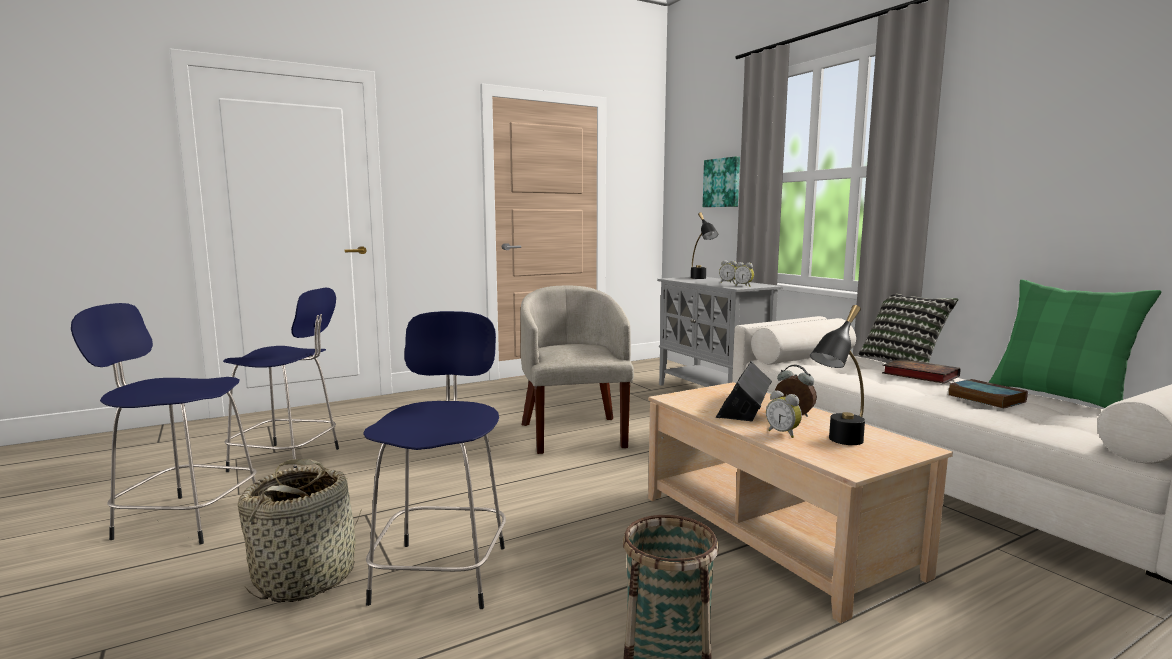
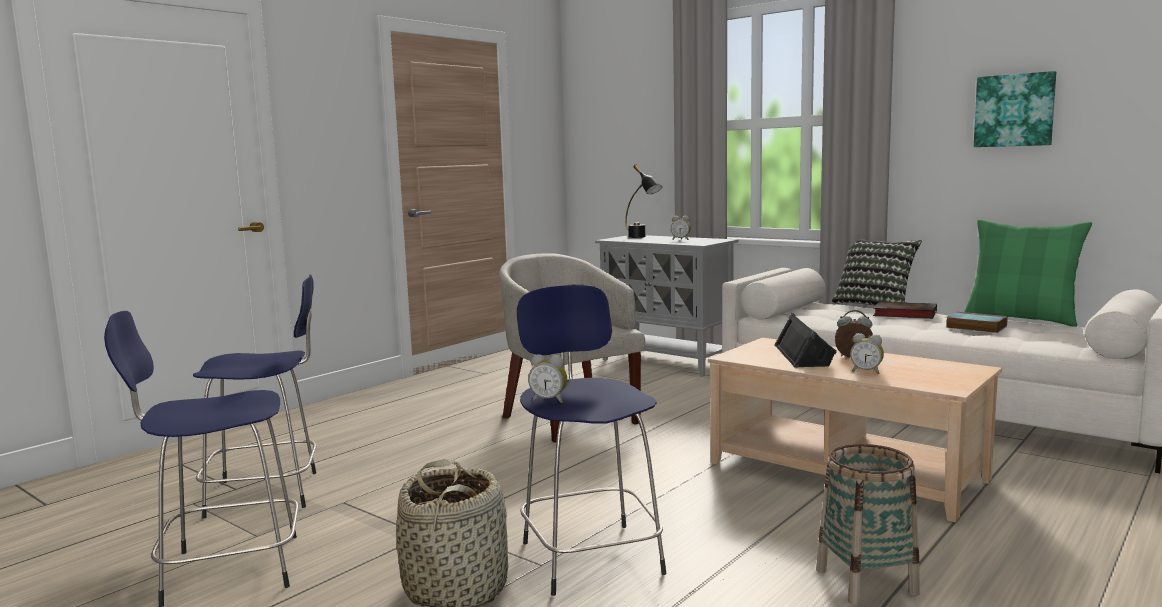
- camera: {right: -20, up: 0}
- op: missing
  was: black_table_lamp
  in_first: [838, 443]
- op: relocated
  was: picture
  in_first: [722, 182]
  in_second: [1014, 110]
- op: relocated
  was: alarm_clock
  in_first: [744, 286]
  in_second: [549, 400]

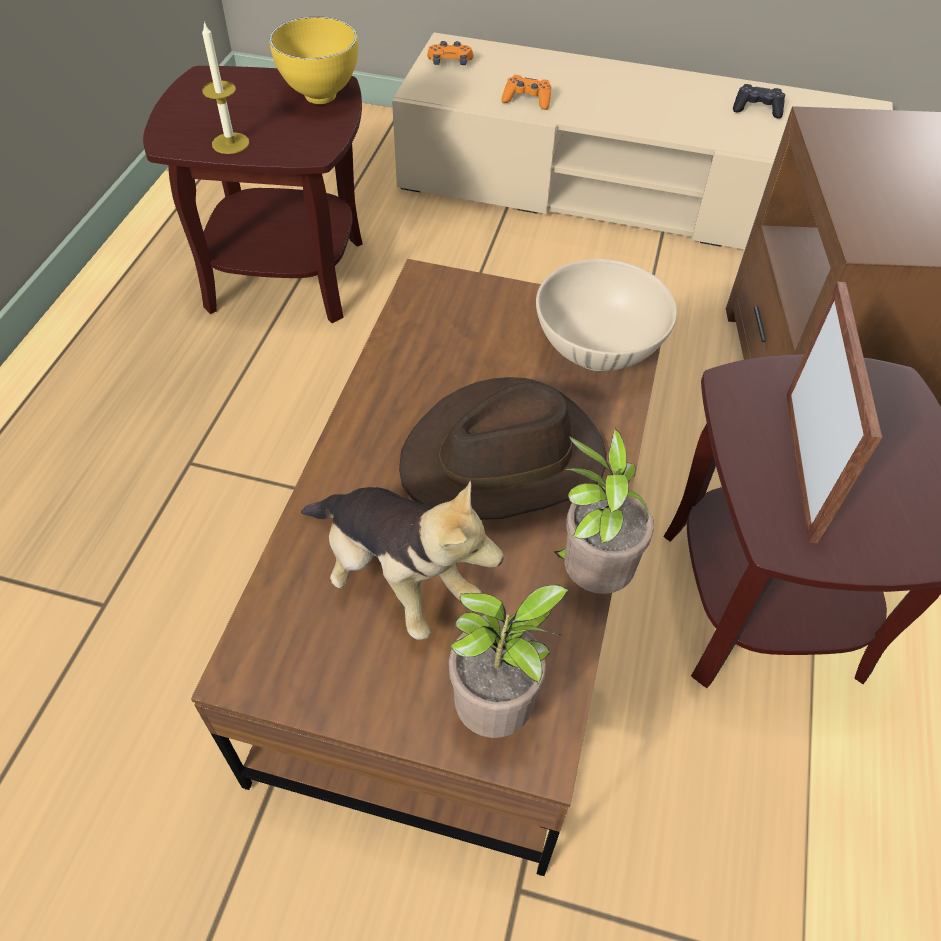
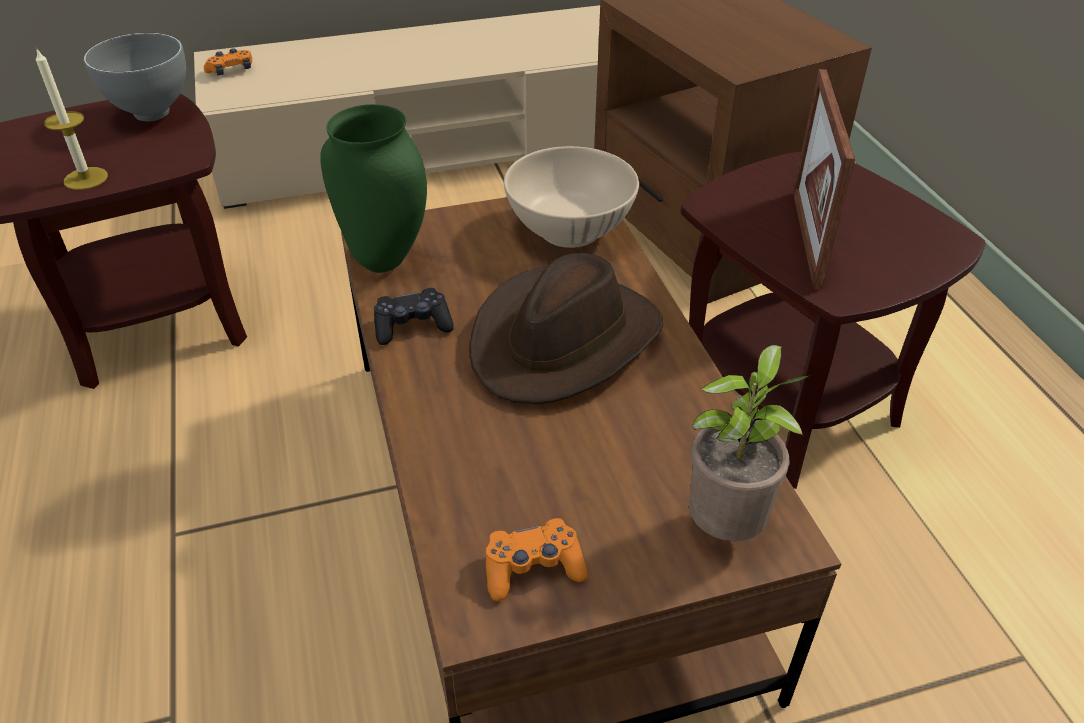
- camera: {right: -30, up: -10}
- op: missing
  was: plush_toy
  in_first: [395, 577]
- op: missing
  was: potted_plant
  in_first: [591, 575]
- op: appeared
  now: green_vase
  in_second: [387, 259]
- op: relocated
  was: orange_game_controller
  in_first: [527, 100]
  in_second: [533, 568]
- op: relocated
  was: black_game_controller
  in_first: [757, 109]
  in_second: [412, 326]
- op: colour
  was: yellow_bowl
  now: grey_bowl
  in_first: [319, 98]
  in_second: [152, 116]
- op: spun
  was: picture_frame
  in_first: [801, 464]
  in_second: [806, 237]
  clockwise: -150

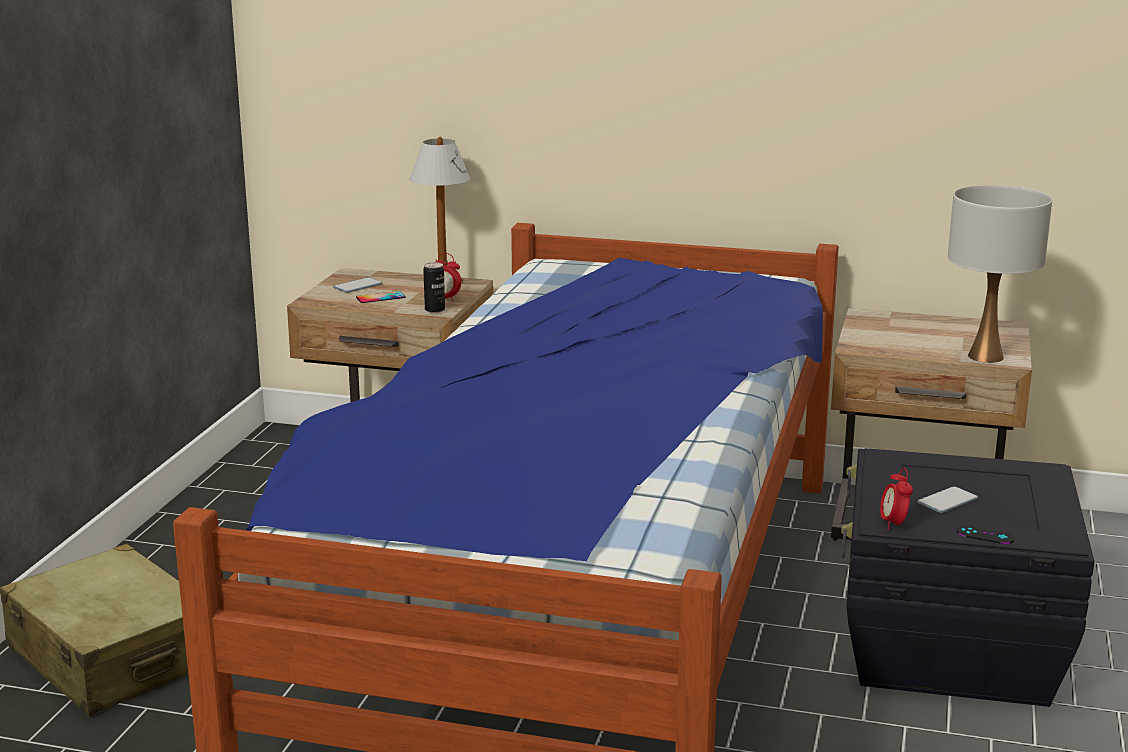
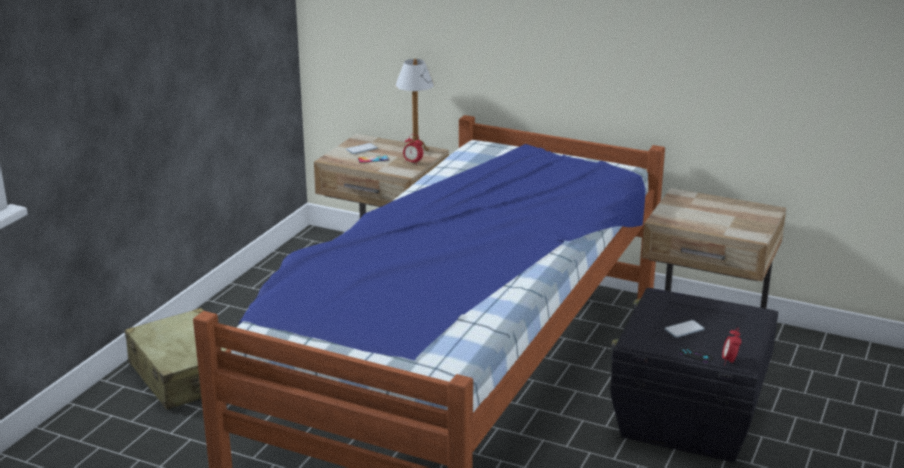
- camera: {right: 10, up: 5}
- op: missing
  was: can
  in_first: [434, 310]
- op: missing
  was: white_table_lamp
  in_first: [985, 356]
- op: relocated
  was: alarm_clock
  in_first: [893, 524]
  in_second: [729, 361]

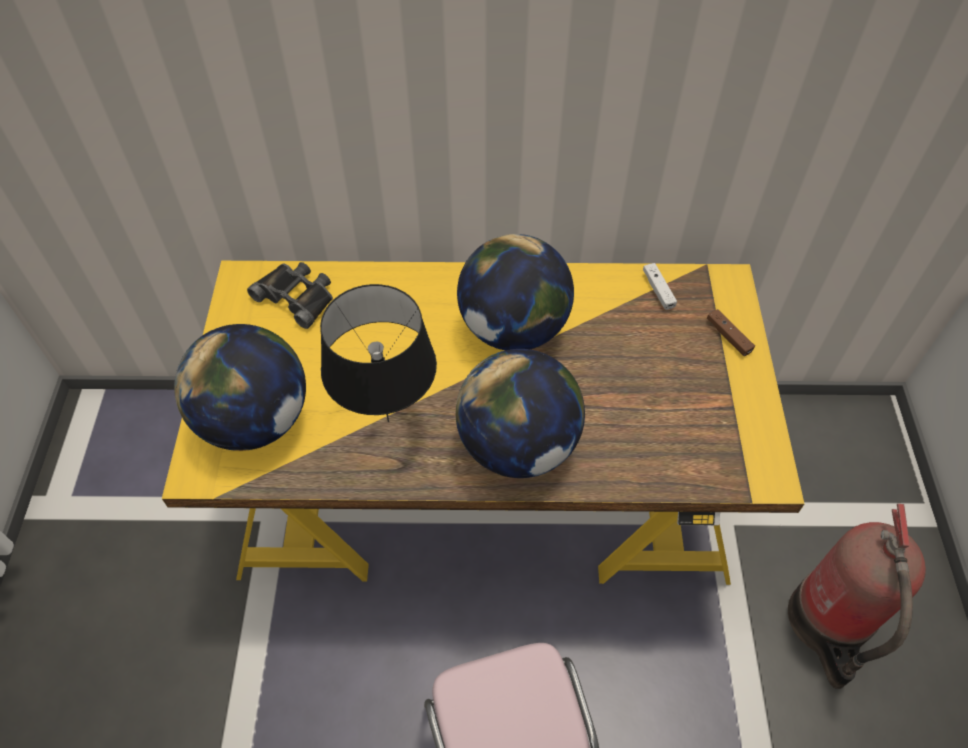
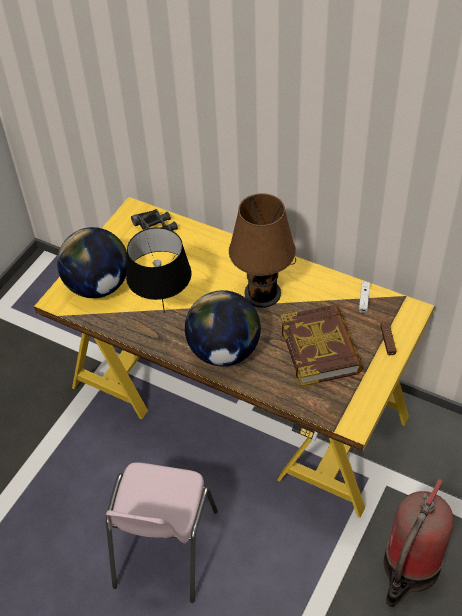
- camera: {right: 30, up: -5}
- op: appeared
  now: book
  in_second: [320, 349]
- op: exchanged
  was: globe
  now: brown_table_lamp
  in_first: [513, 329]
  in_second: [263, 290]

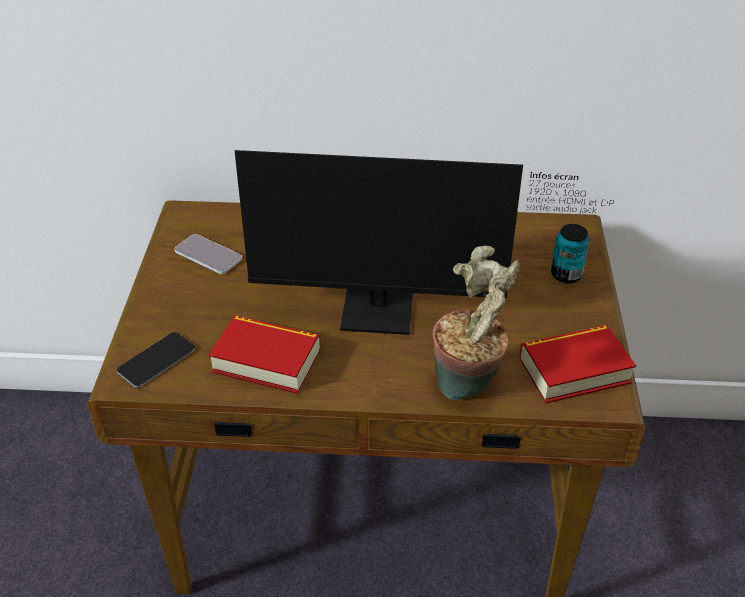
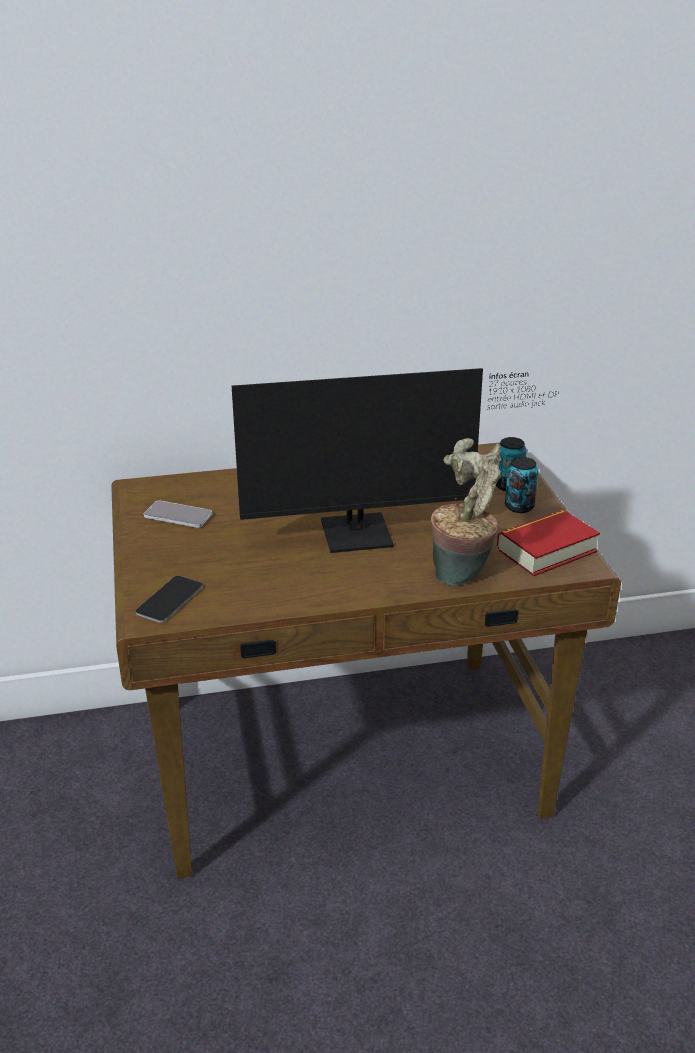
- camera: {right: -15, up: -10}
- op: missing
  was: book
  in_first: [267, 360]
- op: appeared
  now: can
  in_second: [519, 506]

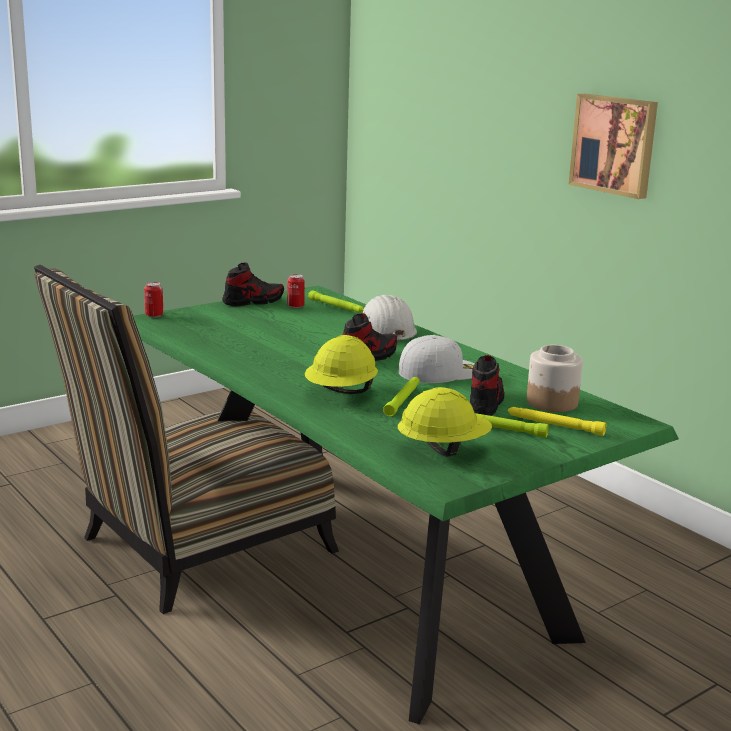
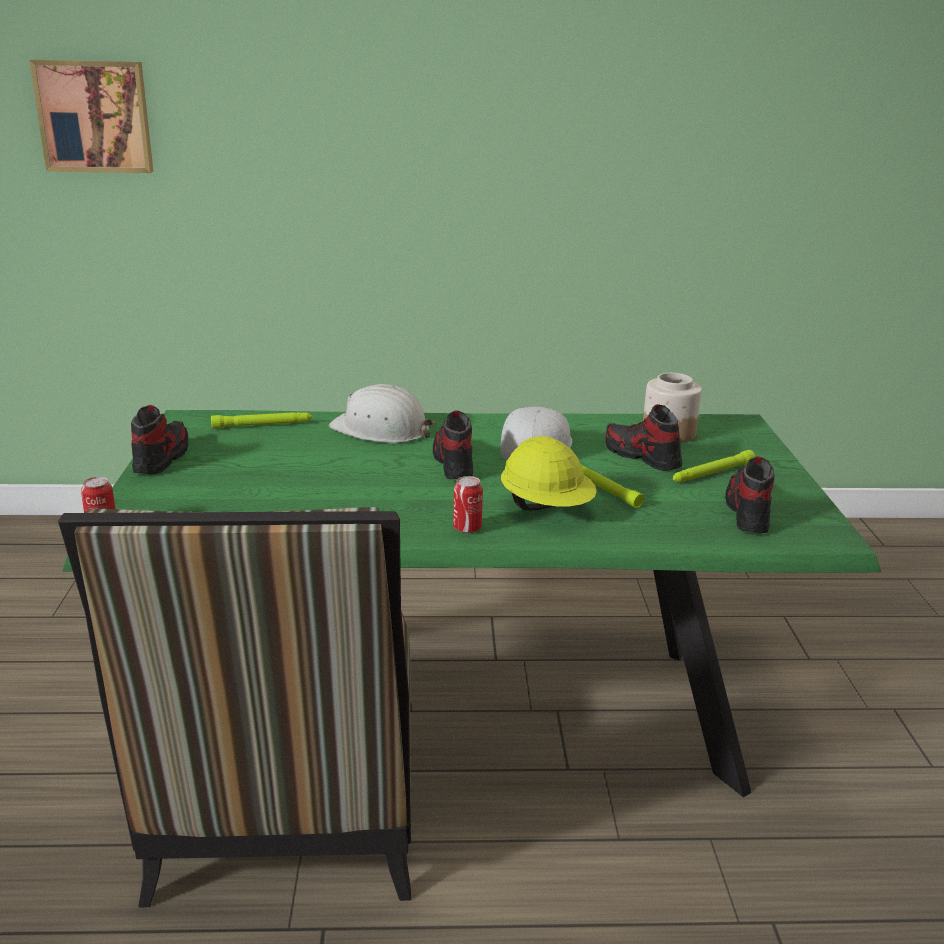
- camera: {right: -55, up: 5}
- op: missing
  was: yellow_flashlight
  in_first: [554, 425]
- op: relocated
  was: can
  in_first: [295, 306]
  in_second: [467, 528]
- op: relocated
  was: picture
  in_first: [614, 144]
  in_second: [95, 116]
- op: exchanged
  was: yellow_hard_hat
  now: shoe
  in_first: [443, 449]
  in_second: [747, 512]

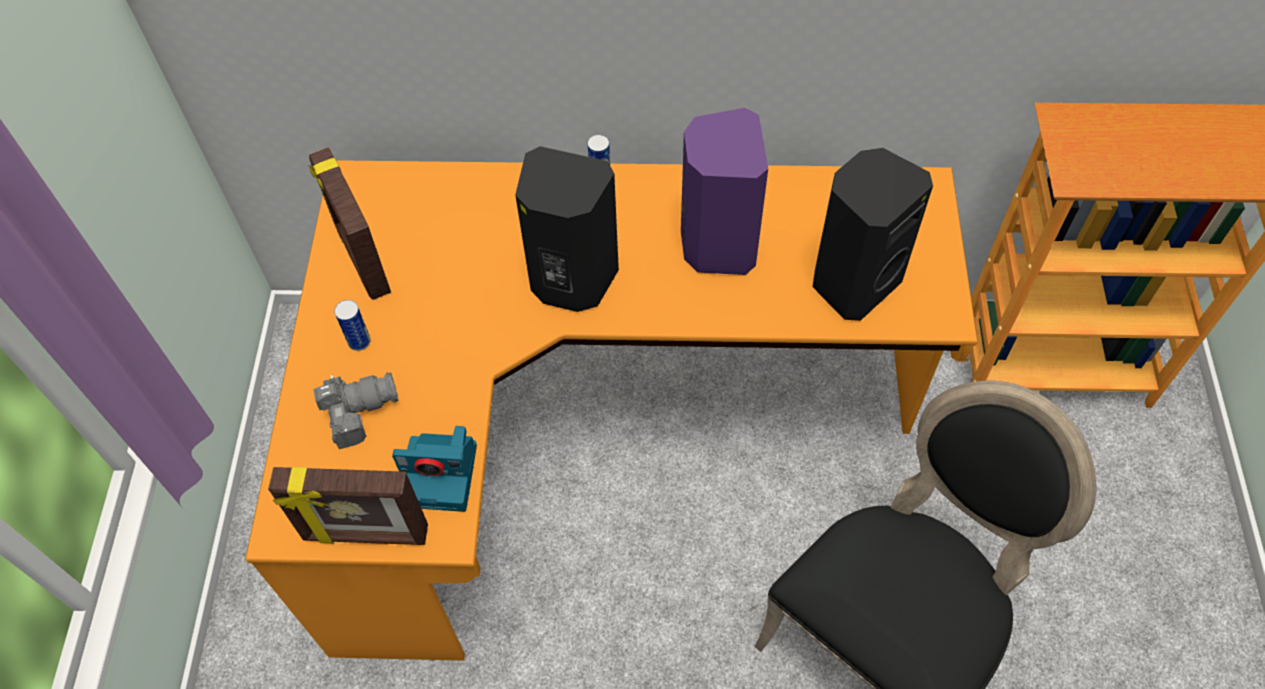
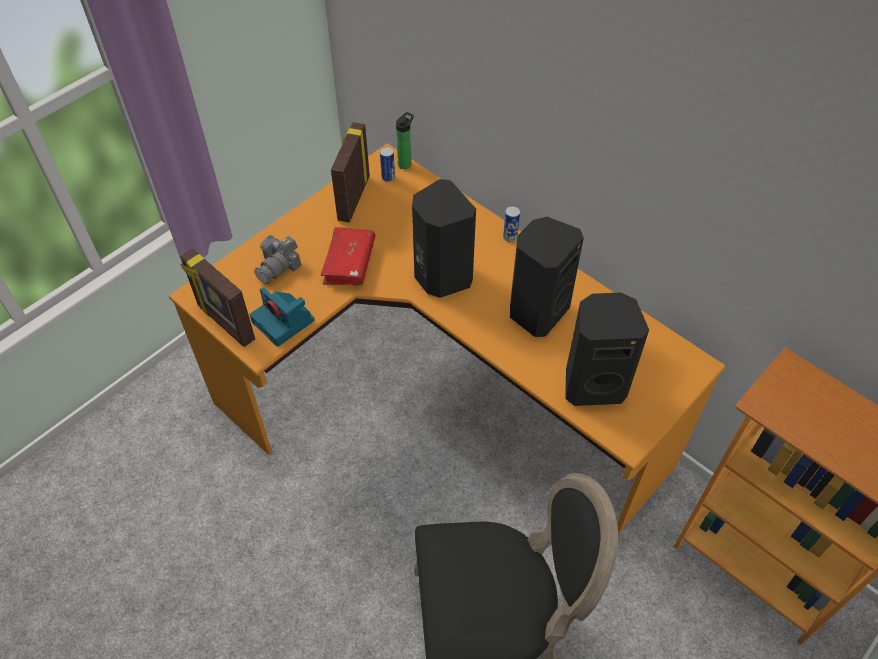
- camera: {right: 40, up: -5}
- op: appeared
  now: red_book
  in_second: [349, 263]
- op: appeared
  now: bottle
  in_second: [406, 163]
- op: relocated
  was: can
  in_first: [359, 341]
  in_second: [388, 178]
- op: colour
  was: purple_speaker
  now: black_speaker
  in_first: [716, 244]
  in_second: [537, 311]
- op: spun
  was: photo_camera
  in_first: [357, 411]
  in_second: [279, 266]
  clockwise: 105

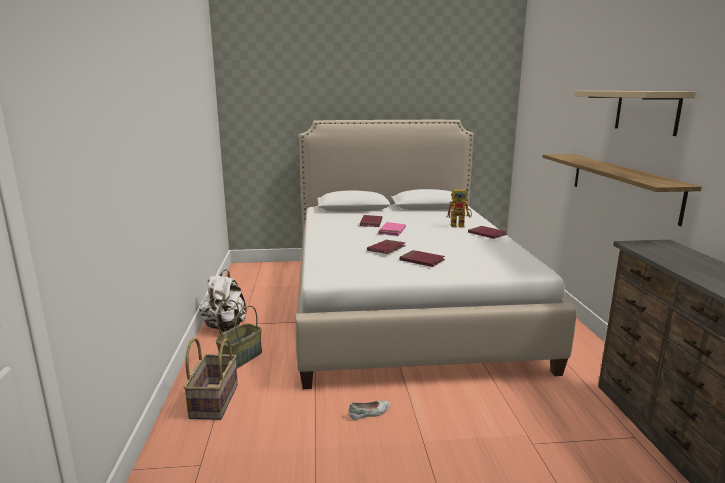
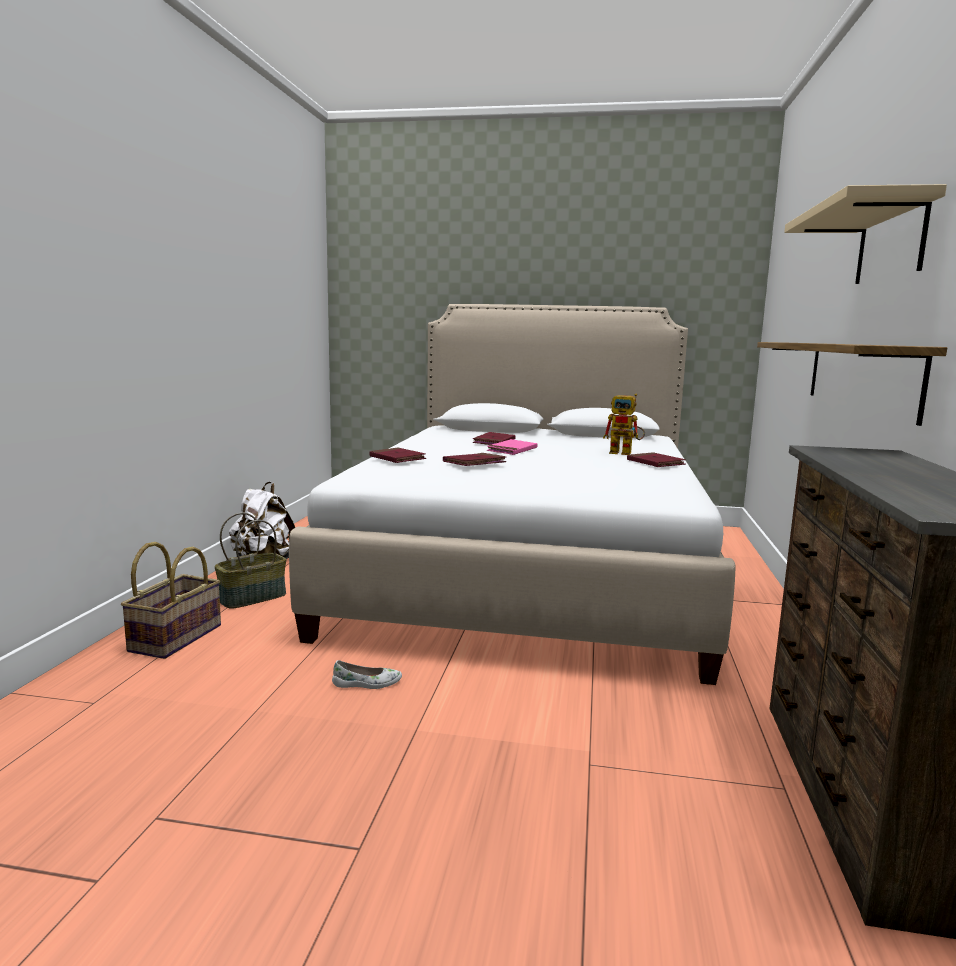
- camera: {right: 15, up: -5}
- op: relocated
  was: red_book
  in_first: [422, 261]
  in_second: [397, 458]

